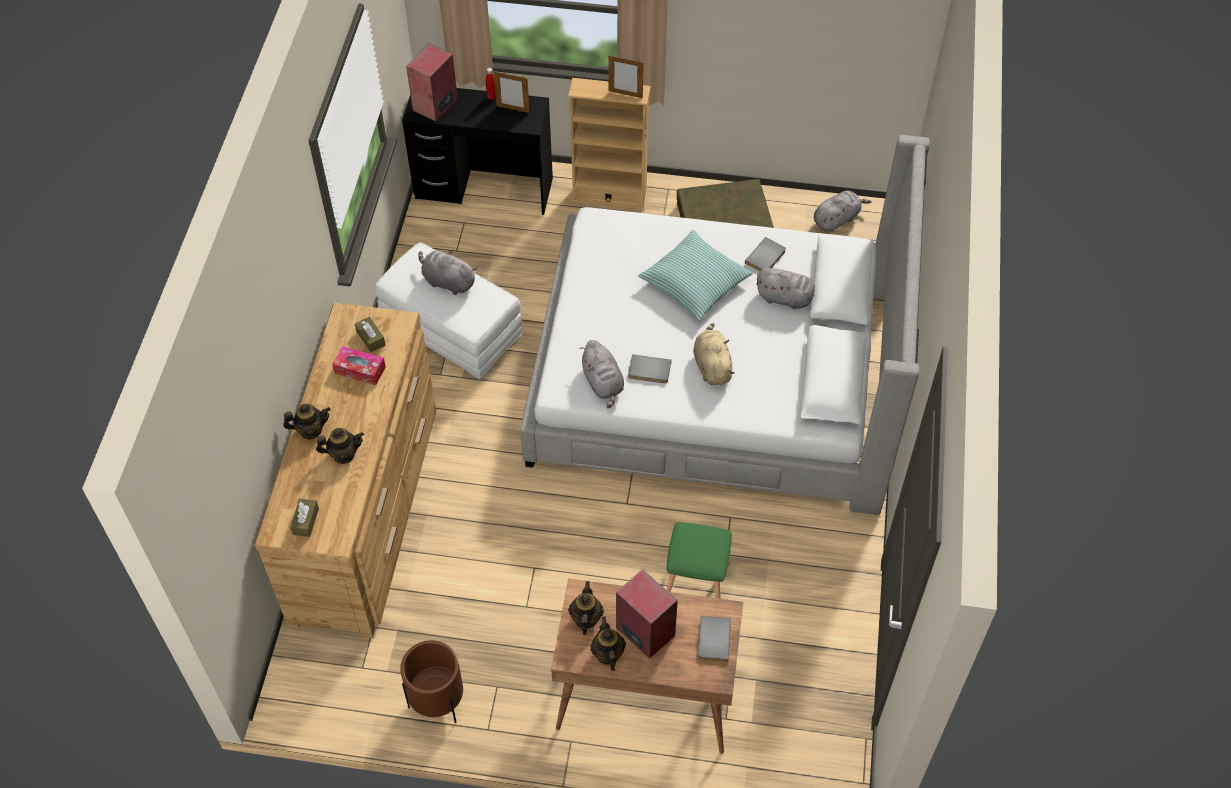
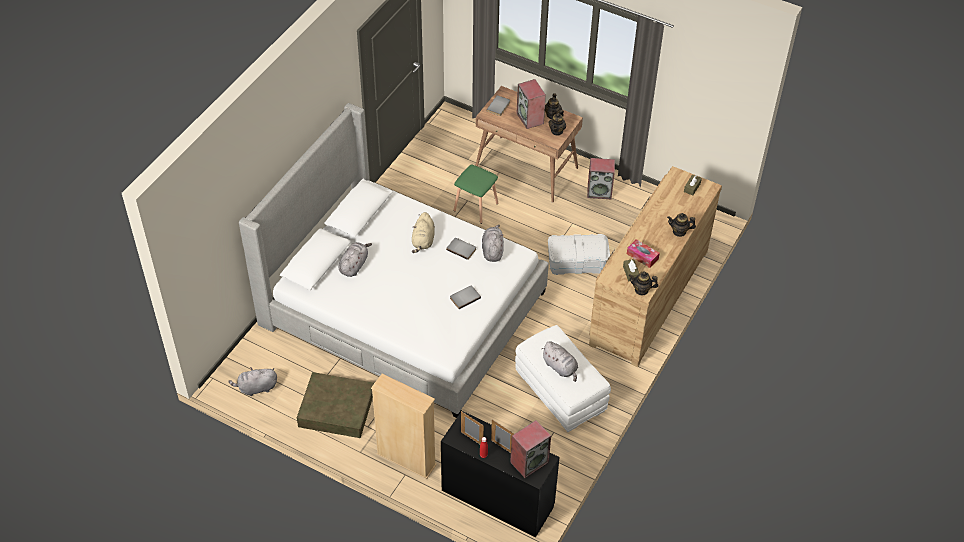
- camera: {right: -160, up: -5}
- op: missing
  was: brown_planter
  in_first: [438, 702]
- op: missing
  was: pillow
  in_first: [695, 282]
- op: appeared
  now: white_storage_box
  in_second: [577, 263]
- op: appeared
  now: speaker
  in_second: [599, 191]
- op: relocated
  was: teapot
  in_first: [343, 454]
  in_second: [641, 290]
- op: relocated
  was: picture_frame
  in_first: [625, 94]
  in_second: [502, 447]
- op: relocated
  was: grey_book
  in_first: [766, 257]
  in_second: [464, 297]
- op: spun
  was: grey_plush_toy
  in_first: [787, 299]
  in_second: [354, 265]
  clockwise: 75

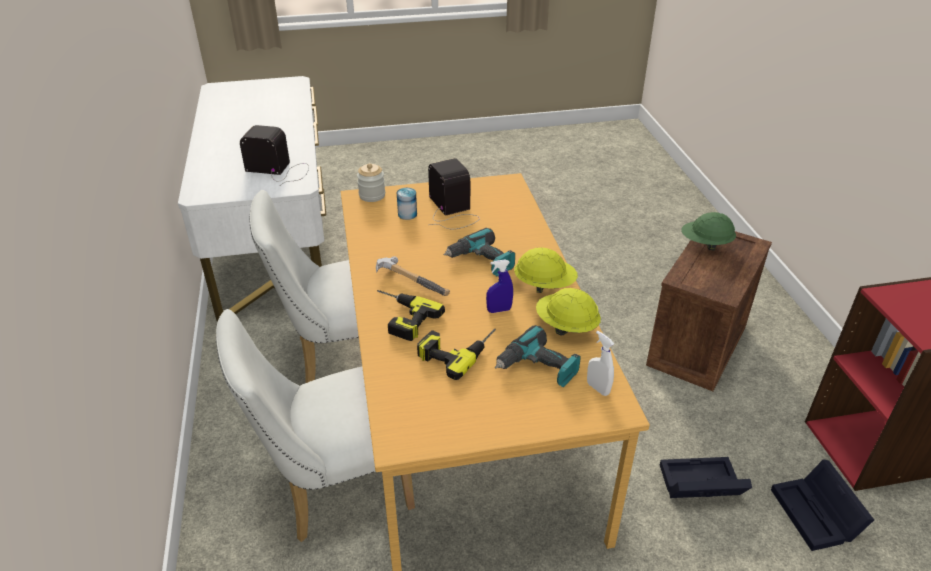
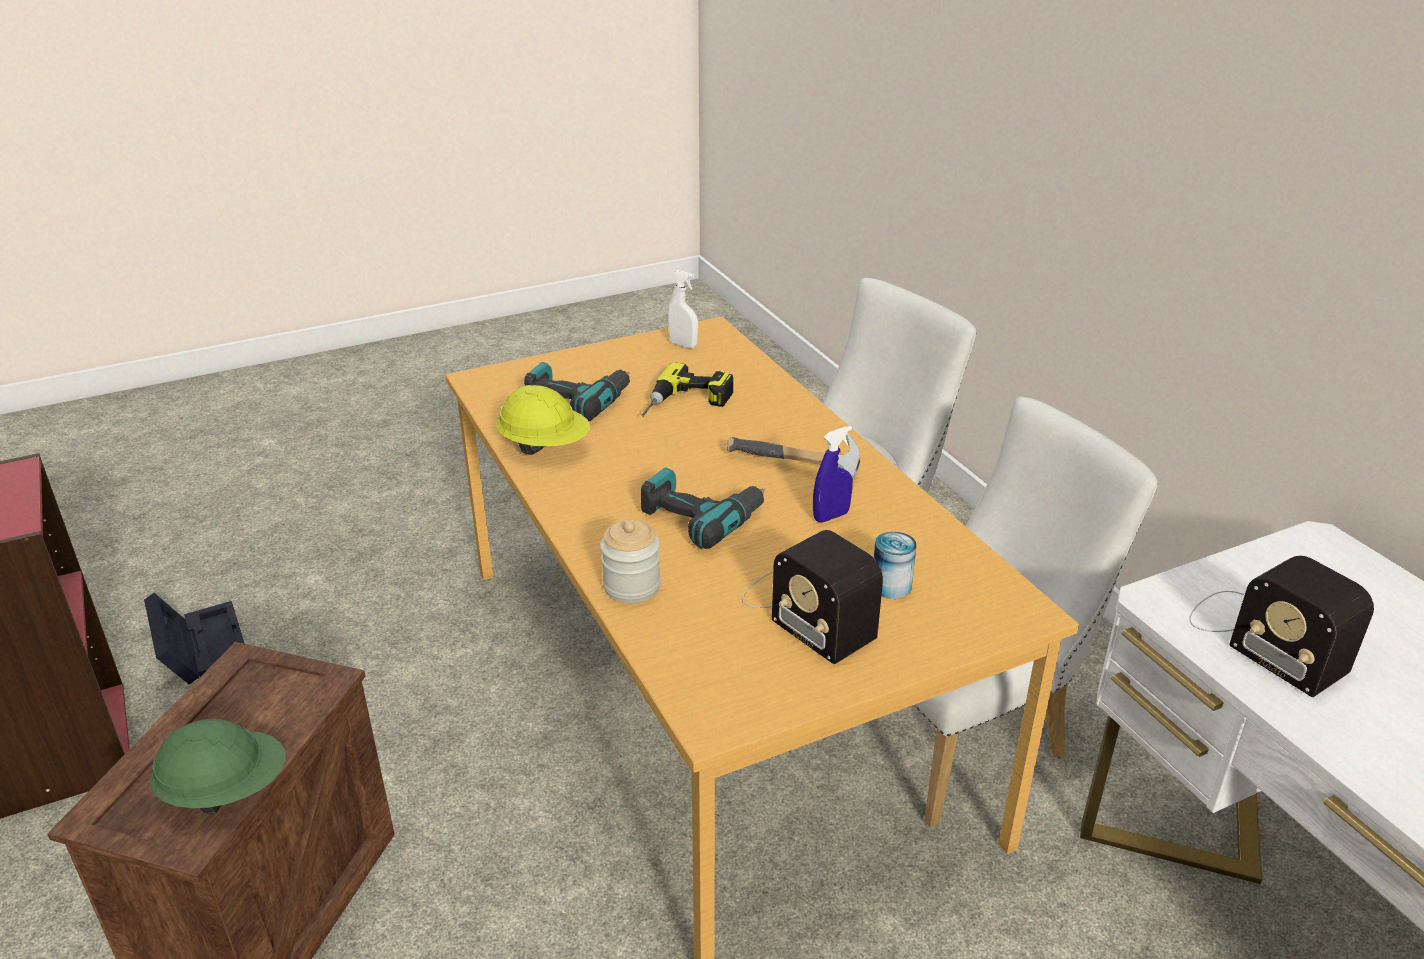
- camera: {right: 165, up: -5}
- op: missing
  was: power_drill
  in_first: [400, 317]
- op: missing
  was: yellow_hard_hat
  in_first: [544, 285]
- op: missing
  was: black_storage_box
  in_first: [698, 486]
- op: relocated
  was: jar
  in_first: [372, 195]
  in_second: [631, 586]
- op: relocated
  was: blue_spray_bottle
  in_first: [499, 310]
  in_second: [831, 516]
- op: relocated
  was: white_spray_bottle
  in_first: [598, 388]
  in_second: [683, 345]
- op: spun
  was: radio
  in_first: [279, 170]
  in_second: [1262, 637]
  clockwise: 60

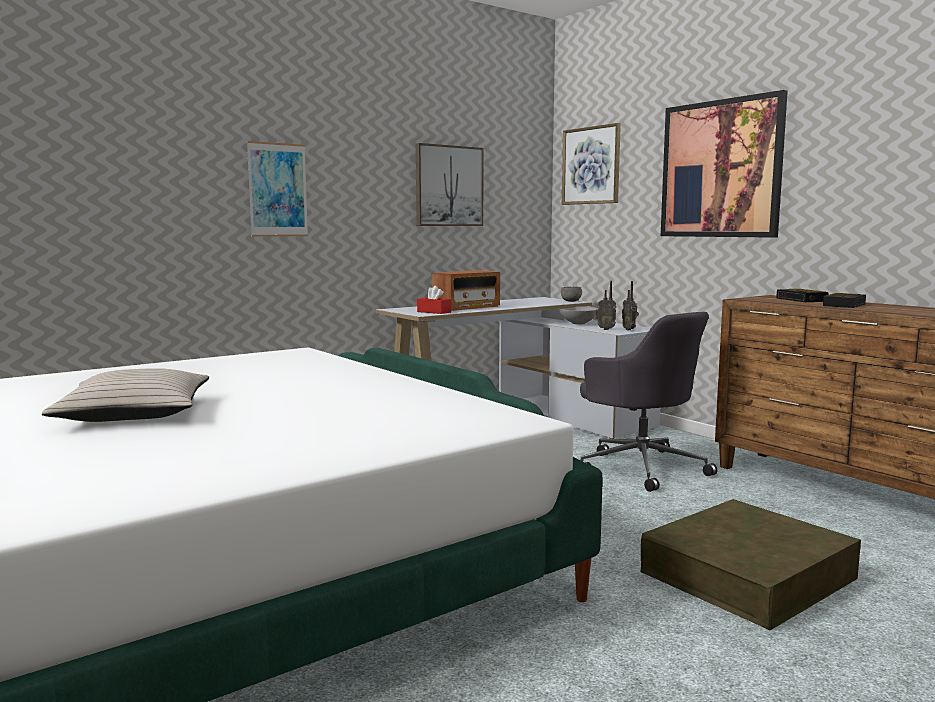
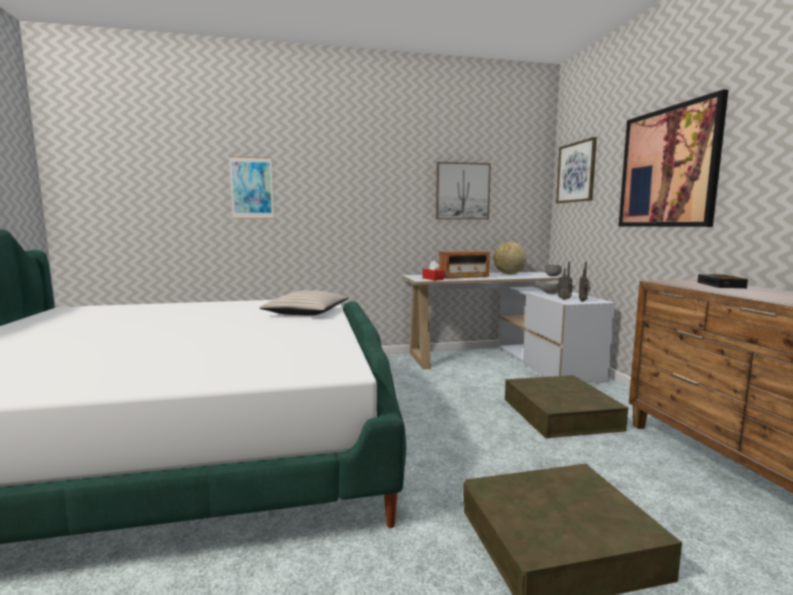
- camera: {right: 25, up: 0}
- op: missing
  was: alarm_clock
  in_first: [844, 305]
- op: appeared
  now: globe
  in_second: [509, 274]
- op: relocated
  was: beige_pillow
  in_first: [134, 413]
  in_second: [306, 312]
- op: relocated
  was: picture
  in_first: [277, 190]
  in_second: [252, 188]
- op: exchanged
  was: grey_office_chair
  now: brown_storage_box
  in_first: [641, 467]
  in_second: [560, 414]

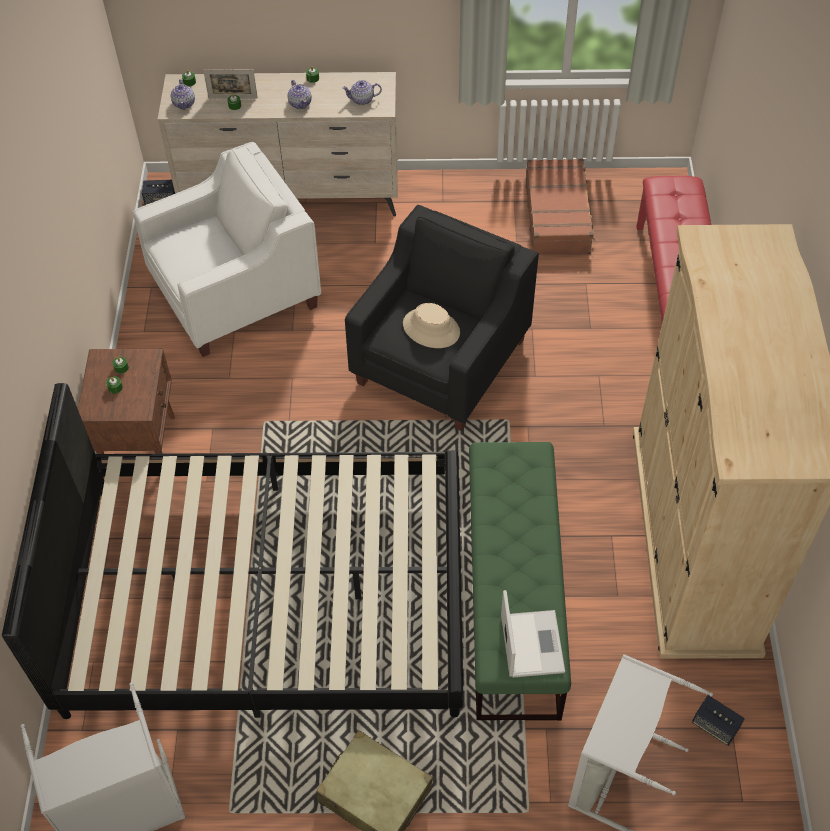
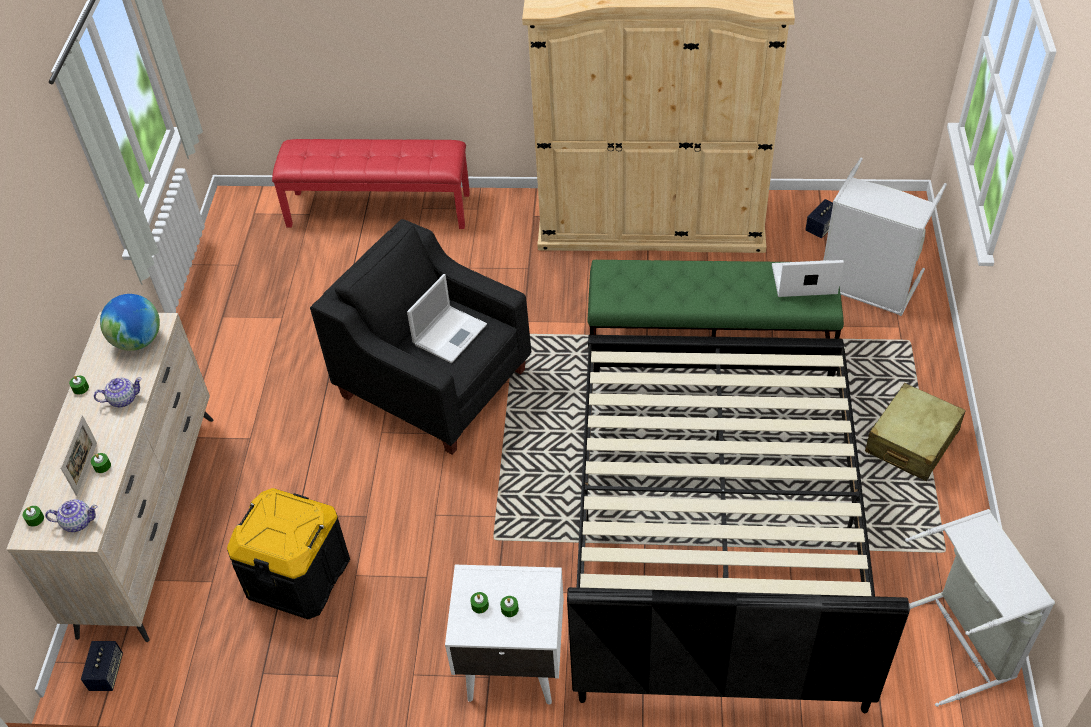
- camera: {right: -85, up: -5}
- op: missing
  was: brown_suitcase
  in_first: [558, 216]
- op: exchanged
  was: white_armchair
  now: black_storage_box
  in_first: [236, 295]
  in_second: [298, 575]
- op: exchanged
  was: teapot
  now: globe
  in_first: [362, 100]
  in_second: [138, 341]
- op: exchanged
  was: beige_hat
  now: laptop
  in_first: [431, 328]
  in_second: [450, 333]
- op: colour
  was: brown_nightstand
  now: white_nightstand
  in_first: [140, 442]
  in_second: [510, 665]

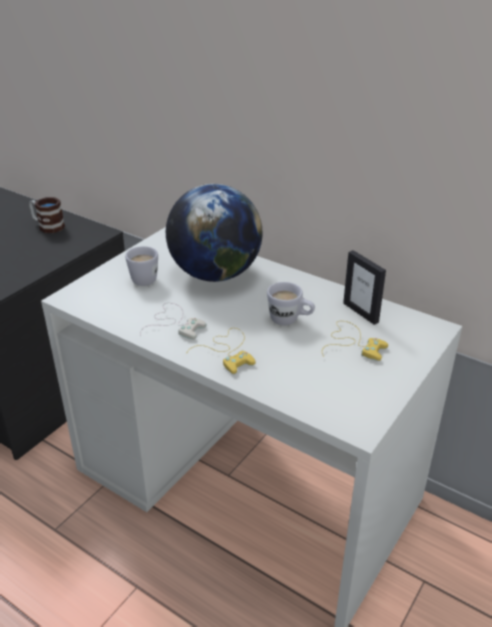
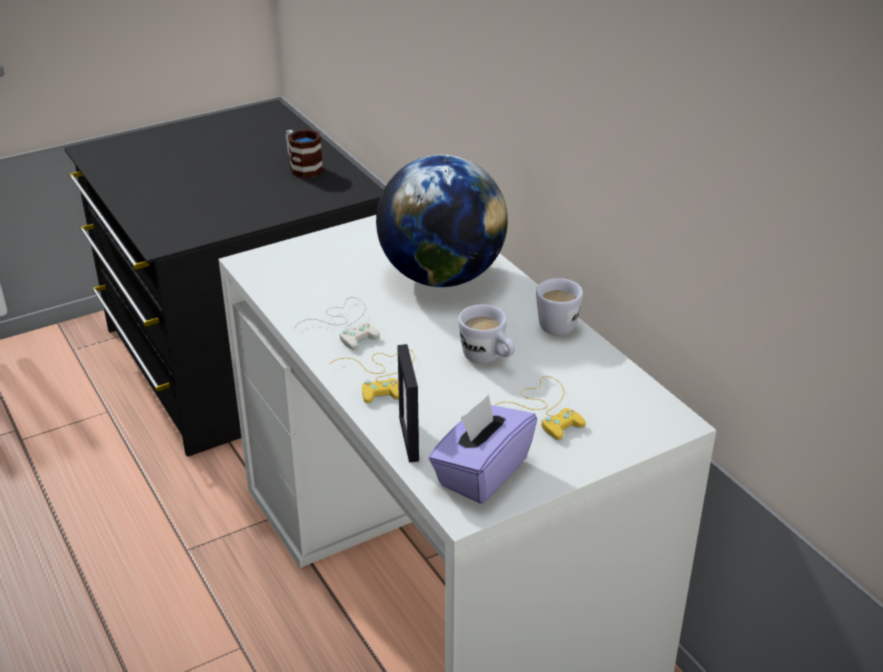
- camera: {right: 25, up: 0}
- op: appeared
  now: purple_tissue_box
  in_second: [482, 472]
- op: relocated
  was: white_mug
  in_first: [141, 278]
  in_second: [554, 322]
- op: relocated
  was: picture_frame
  in_first: [361, 312]
  in_second: [409, 439]

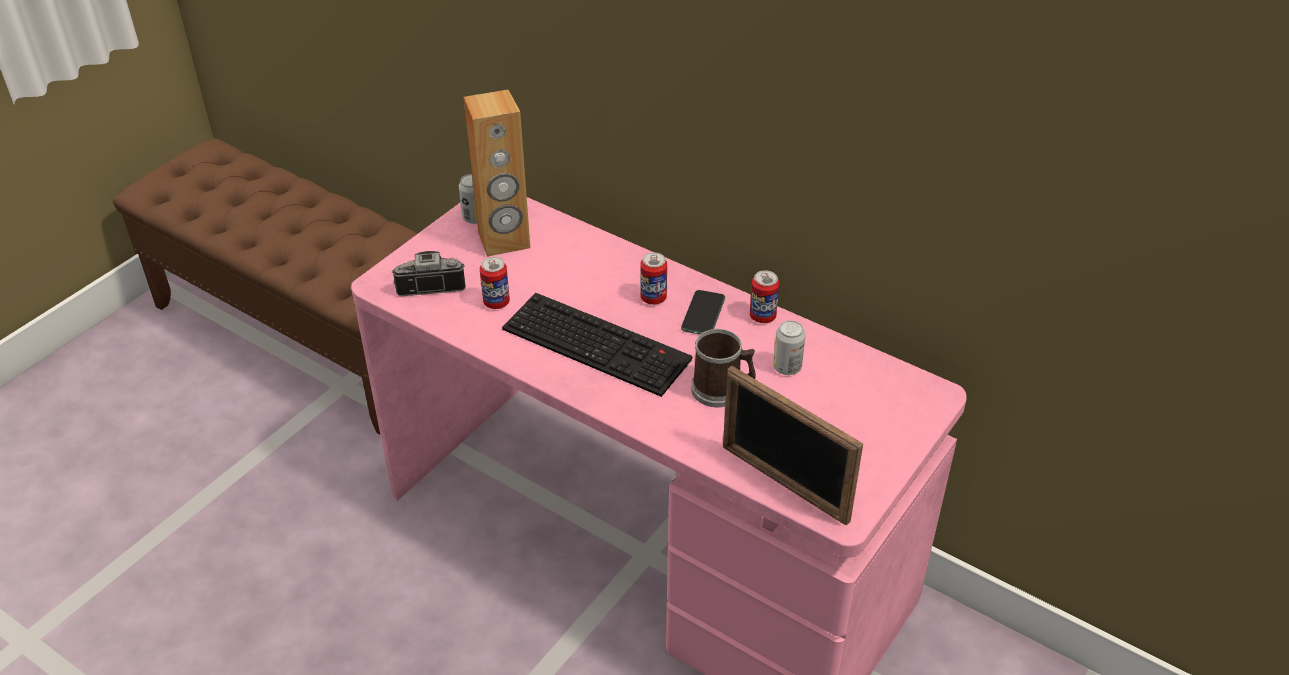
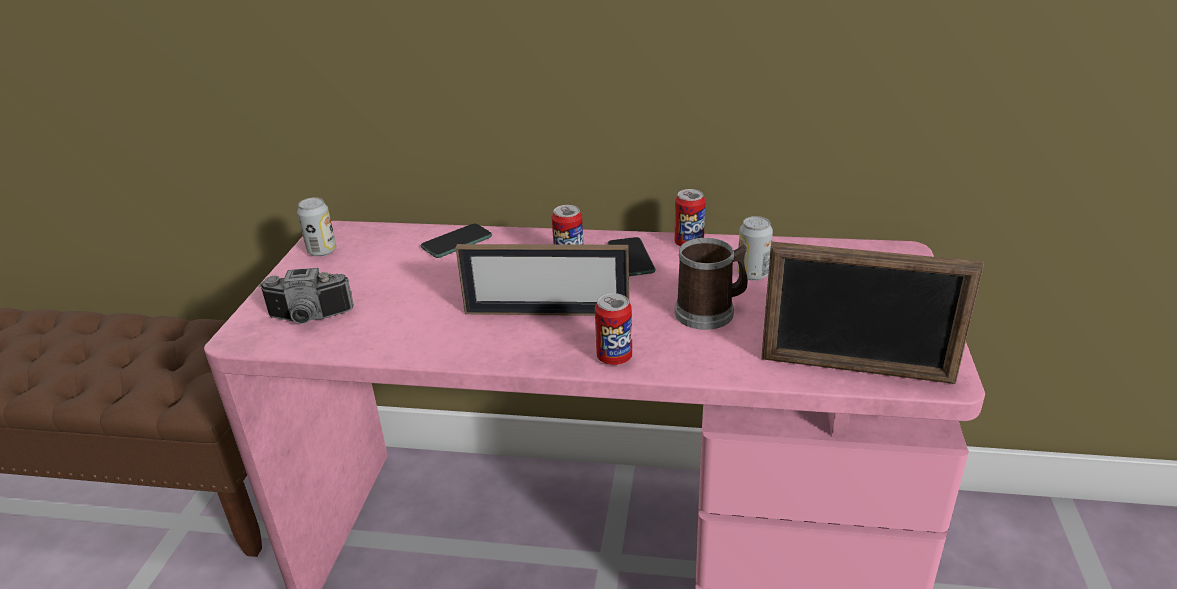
- camera: {right: -25, up: -10}
- op: missing
  was: brown_speaker
  in_first: [504, 241]
- op: appeared
  now: phone
  in_second: [456, 242]
- op: relocated
  was: can
  in_first: [496, 302]
  in_second: [614, 357]
- op: exchanged
  was: keyboard
  now: picture_frame
  in_first: [599, 343]
  in_second: [546, 313]
- op: spun
  was: photo_camera
  in_first: [431, 284]
  in_second: [309, 319]
  clockwise: -150

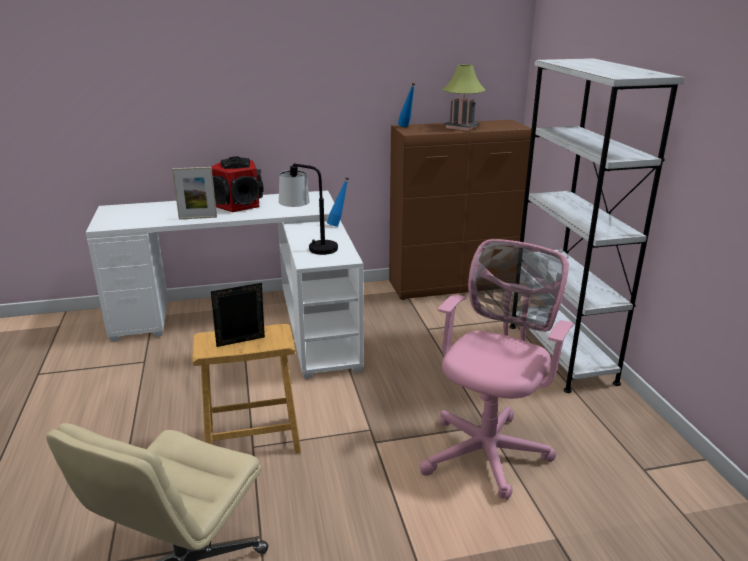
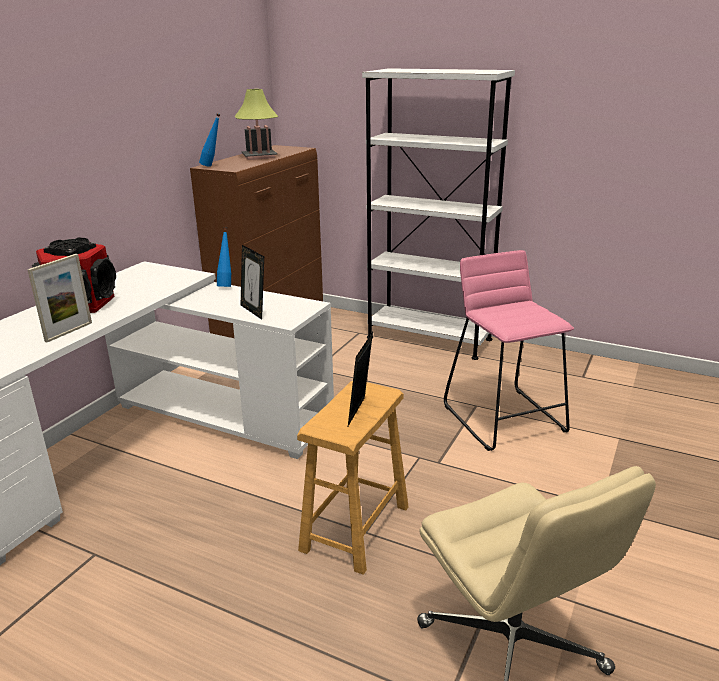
- camera: {right: -50, up: 0}
- op: exchanged
  was: table_lamp
  now: picture_frame
  in_first: [309, 248]
  in_second: [254, 311]
- op: exchanged
  was: pink_office_chair
  now: pink_stool
  in_first: [488, 450]
  in_second: [505, 418]

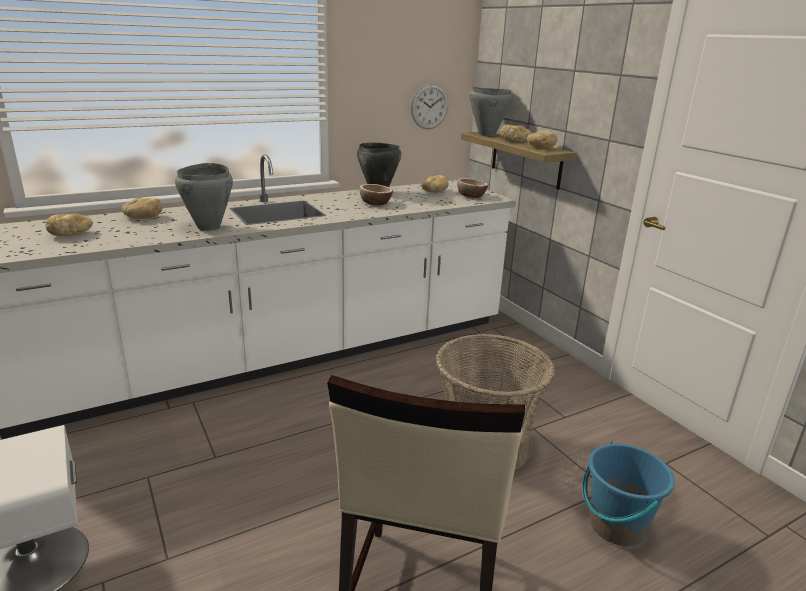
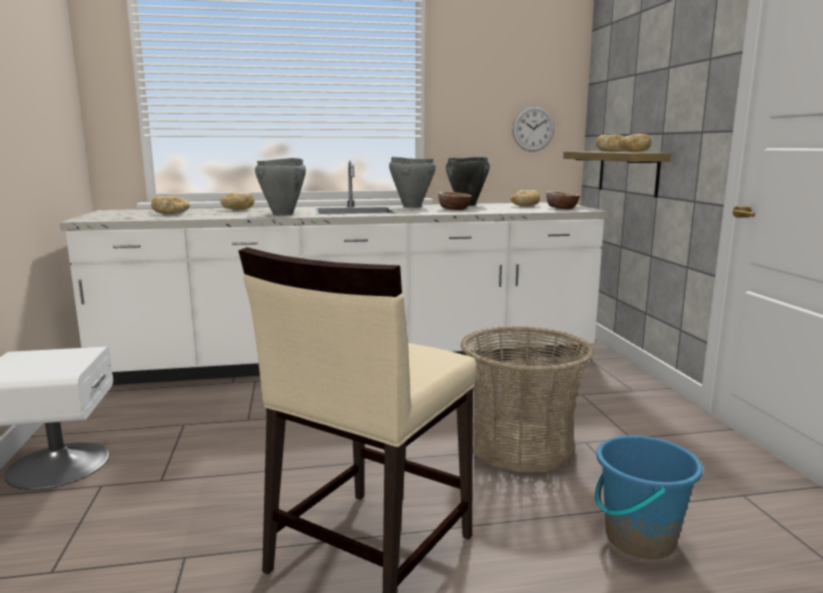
- camera: {right: 20, up: -10}
- op: relocated
  was: grey_cooking_pot
  in_first: [486, 134]
  in_second: [411, 206]

